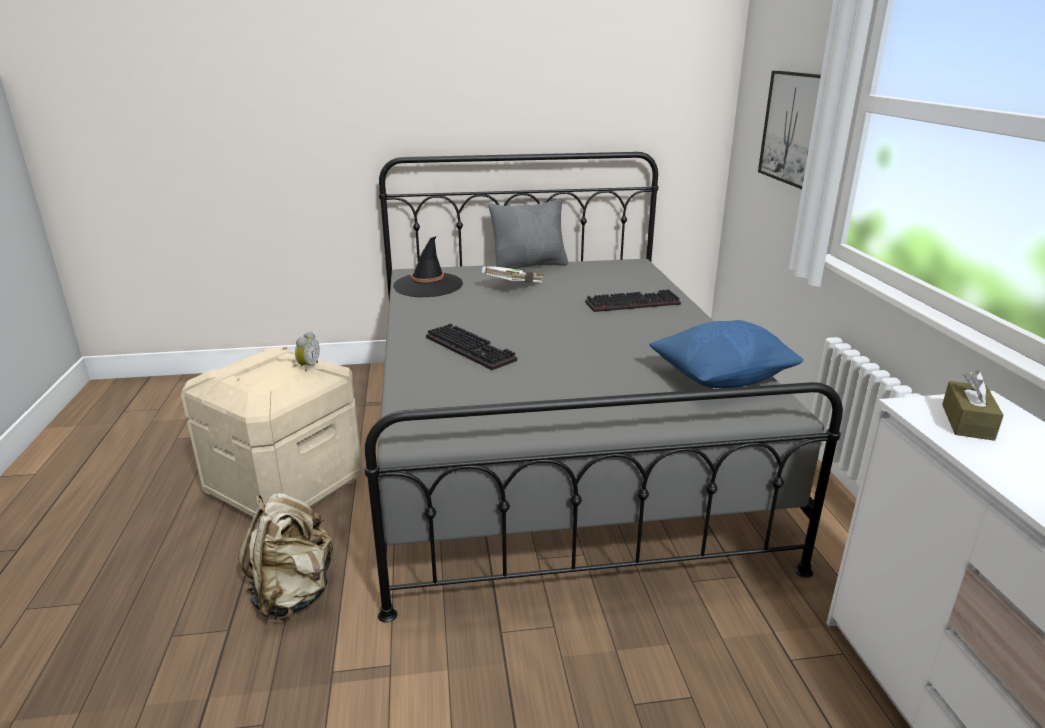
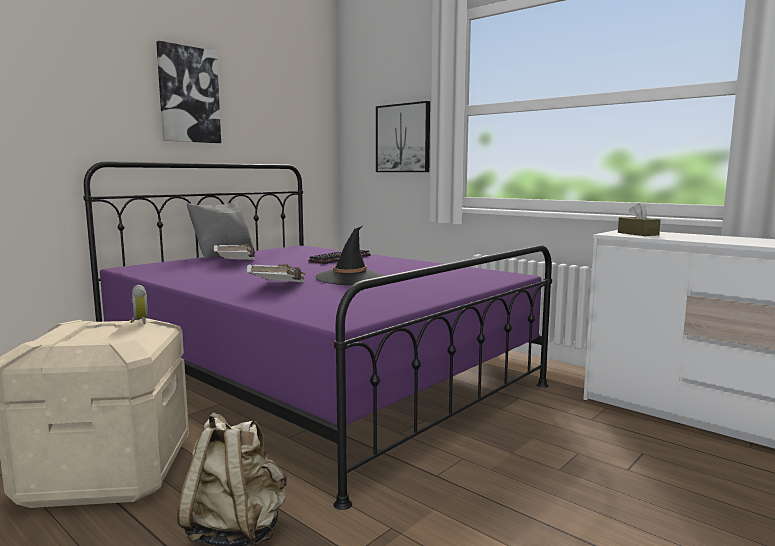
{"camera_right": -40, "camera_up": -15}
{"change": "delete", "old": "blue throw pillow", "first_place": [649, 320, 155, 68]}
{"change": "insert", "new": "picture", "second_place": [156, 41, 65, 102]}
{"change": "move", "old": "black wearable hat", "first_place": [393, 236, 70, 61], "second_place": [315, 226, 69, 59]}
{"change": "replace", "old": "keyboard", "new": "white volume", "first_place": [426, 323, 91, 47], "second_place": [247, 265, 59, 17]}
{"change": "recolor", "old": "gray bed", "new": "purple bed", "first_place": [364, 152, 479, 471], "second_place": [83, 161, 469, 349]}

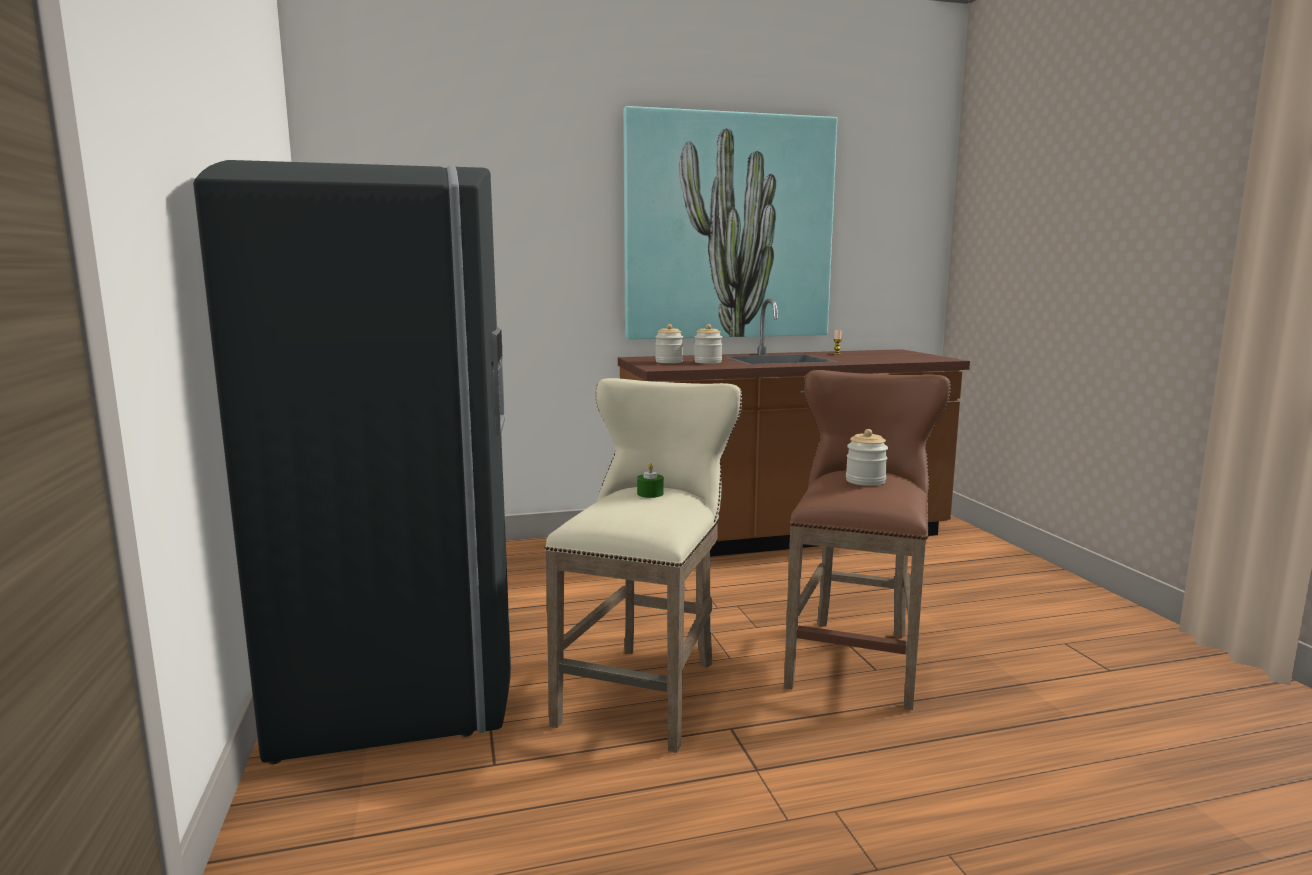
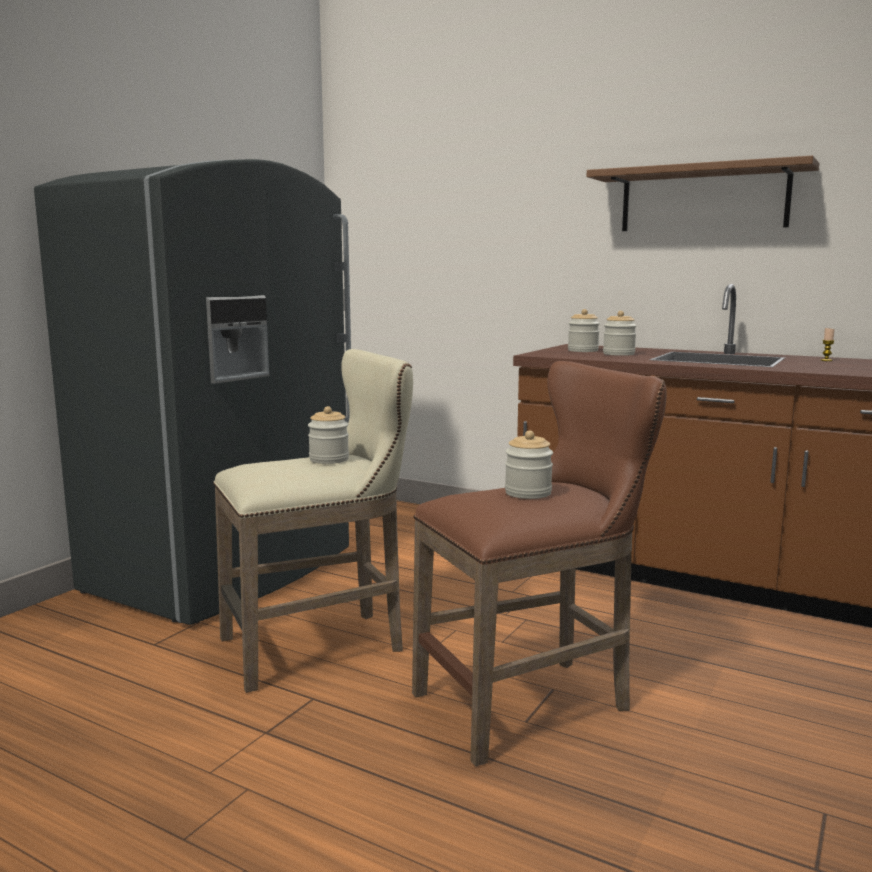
{"camera_right": 45, "camera_up": 0}
{"change": "replace", "old": "picture", "new": "brown bracket shelf", "first_place": [623, 106, 214, 233], "second_place": [586, 155, 233, 76]}
{"change": "replace", "old": "green wax light", "new": "preserve jar", "first_place": [637, 463, 27, 35], "second_place": [308, 406, 41, 58]}

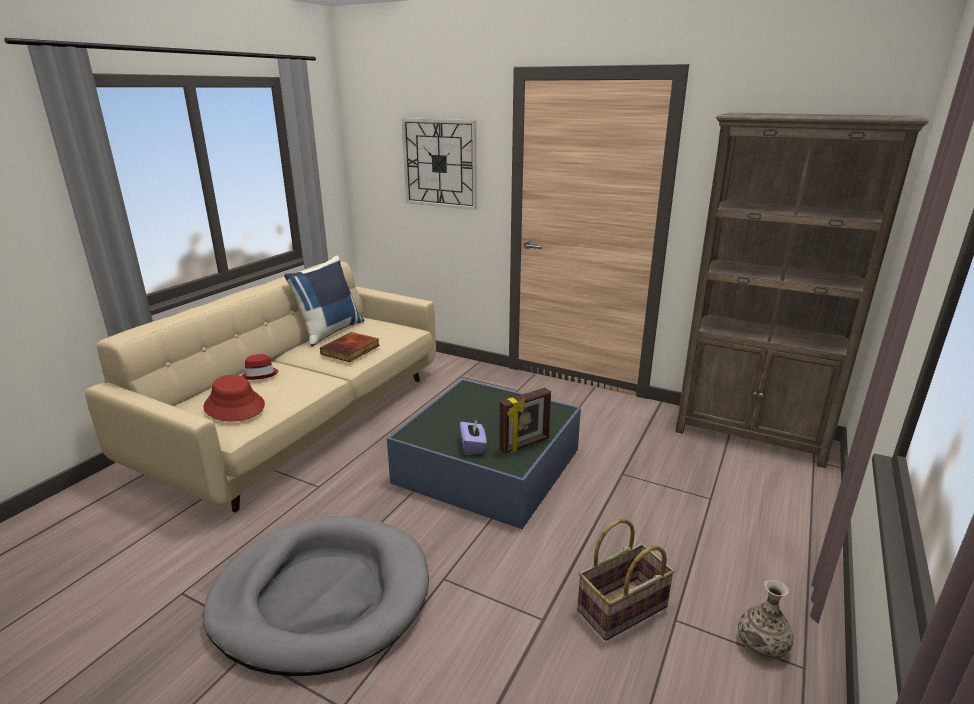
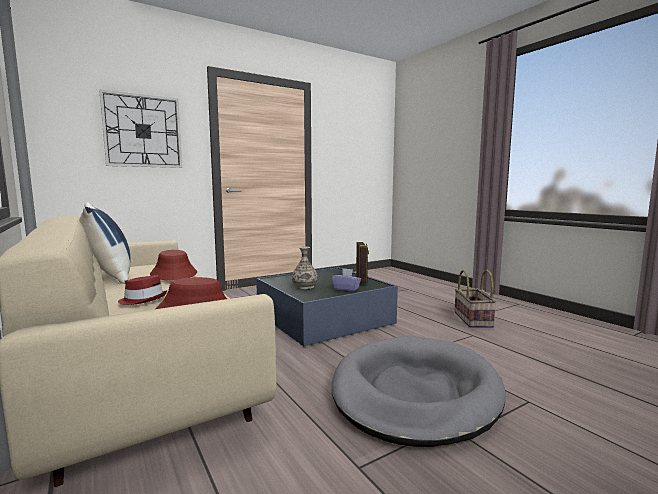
{"camera_right": -60, "camera_up": -15}
{"change": "delete", "old": "brown bookcase", "first_place": [675, 113, 254, 355]}
{"change": "move", "old": "vase", "first_place": [738, 580, 55, 80], "second_place": [292, 247, 26, 42]}
{"change": "replace", "old": "volume", "new": "red-coloured wearable hat", "first_place": [320, 332, 60, 30], "second_place": [150, 250, 47, 30]}

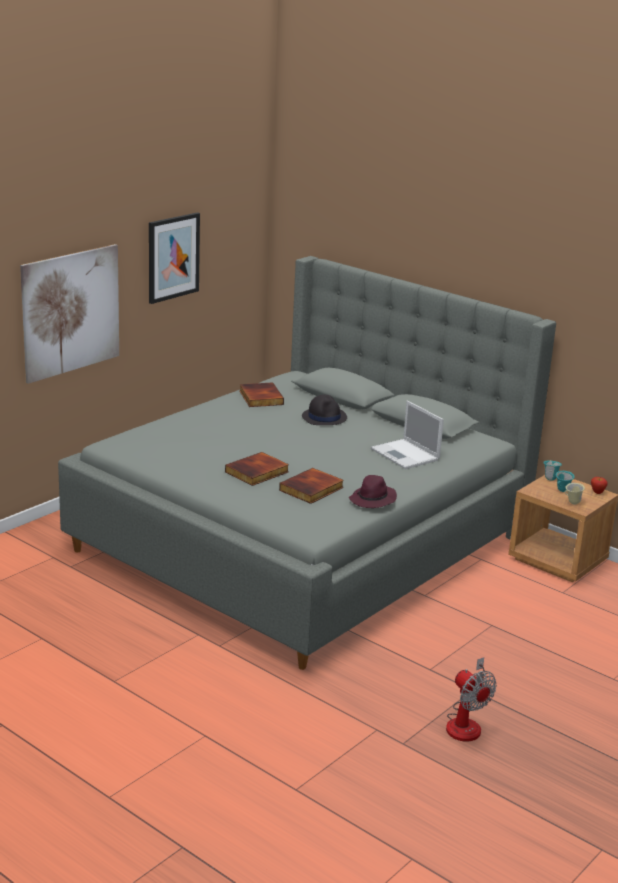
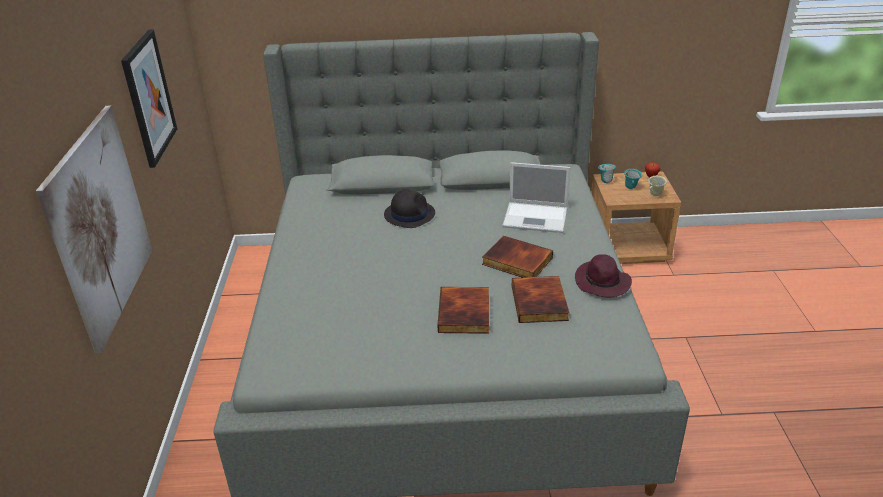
{"camera_right": -40, "camera_up": 10}
{"change": "delete", "old": "electric fan", "first_place": [446, 657, 51, 85]}
{"change": "move", "old": "volume", "first_place": [240, 383, 44, 24], "second_place": [482, 236, 71, 42]}

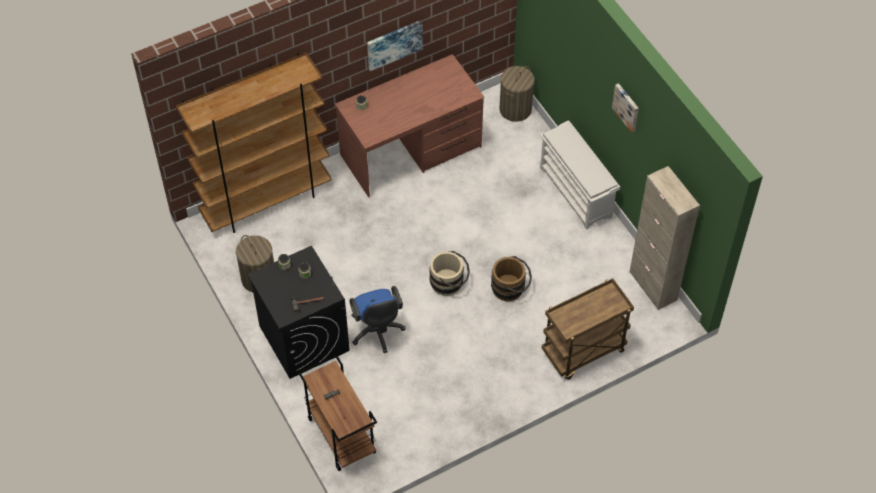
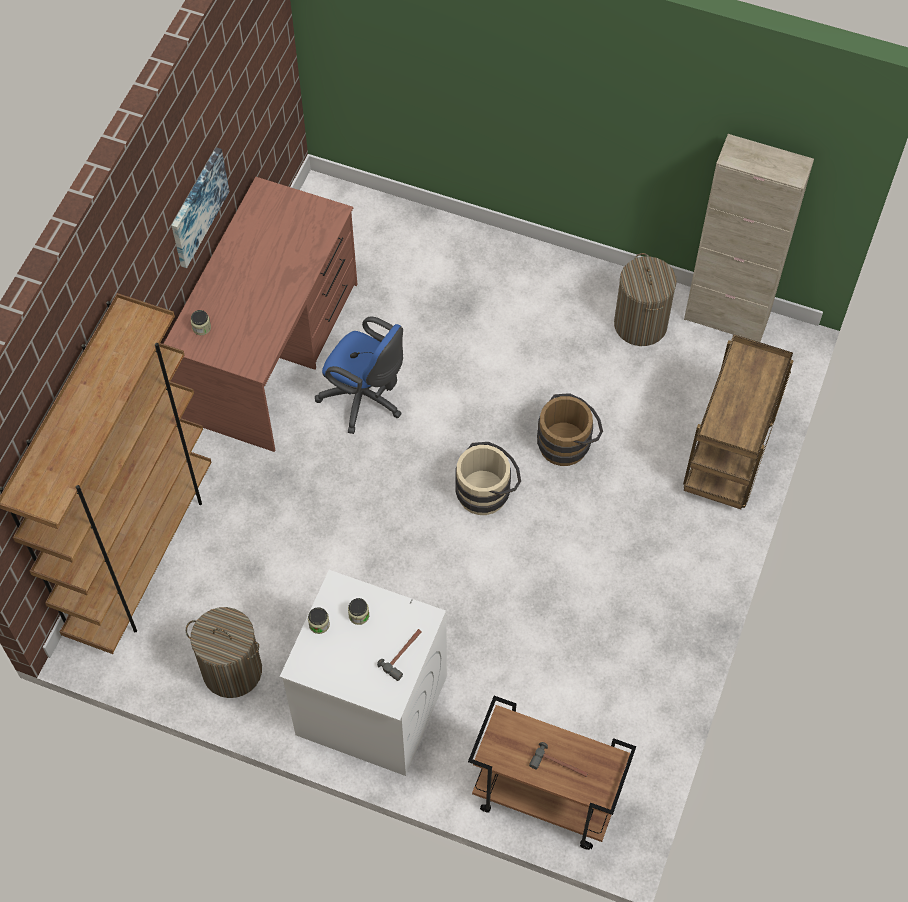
{"camera_right": -40, "camera_up": 5}
{"change": "delete", "old": "white shoe rack", "first_place": [540, 120, 80, 110]}
{"change": "delete", "old": "picture", "first_place": [612, 83, 27, 50]}
{"change": "move", "old": "blue desk chair", "first_place": [349, 286, 56, 67], "second_place": [315, 317, 88, 117]}
{"change": "move", "old": "hamper", "first_place": [499, 66, 35, 56], "second_place": [614, 253, 63, 93]}
{"change": "recolor", "old": "black laundry machine", "new": "white laundry machine", "first_place": [248, 246, 102, 133], "second_place": [280, 570, 167, 206]}

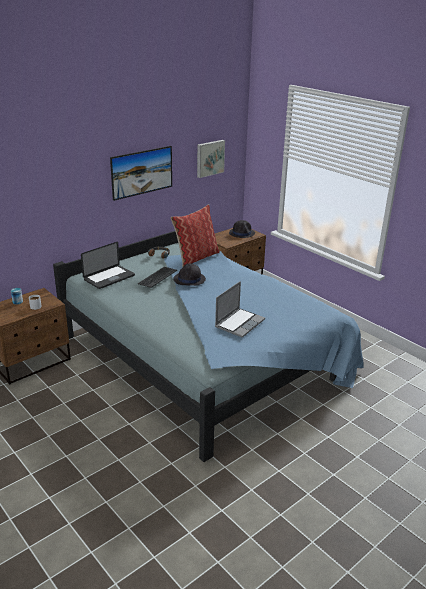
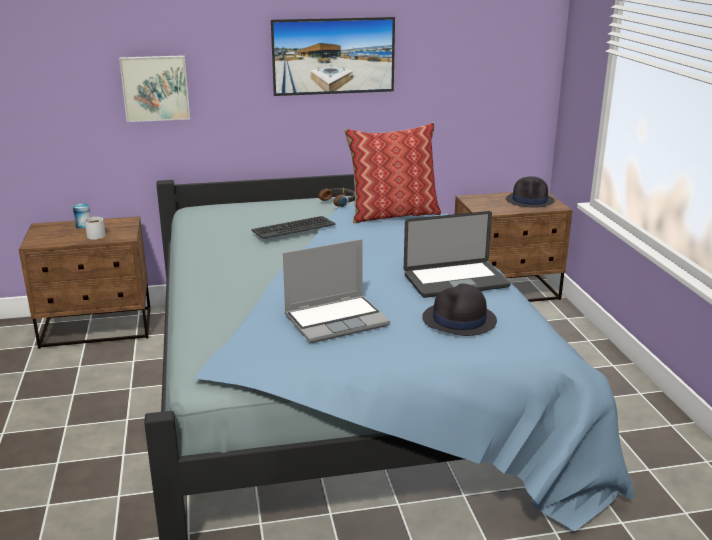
{"camera_right": 30, "camera_up": -5}
{"change": "move", "old": "laptop", "first_place": [81, 242, 54, 47], "second_place": [404, 211, 107, 87]}
{"change": "move", "old": "black wearable hat", "first_place": [173, 263, 33, 23], "second_place": [422, 283, 75, 53]}
{"change": "move", "old": "picture", "first_place": [197, 140, 28, 38], "second_place": [119, 55, 71, 67]}

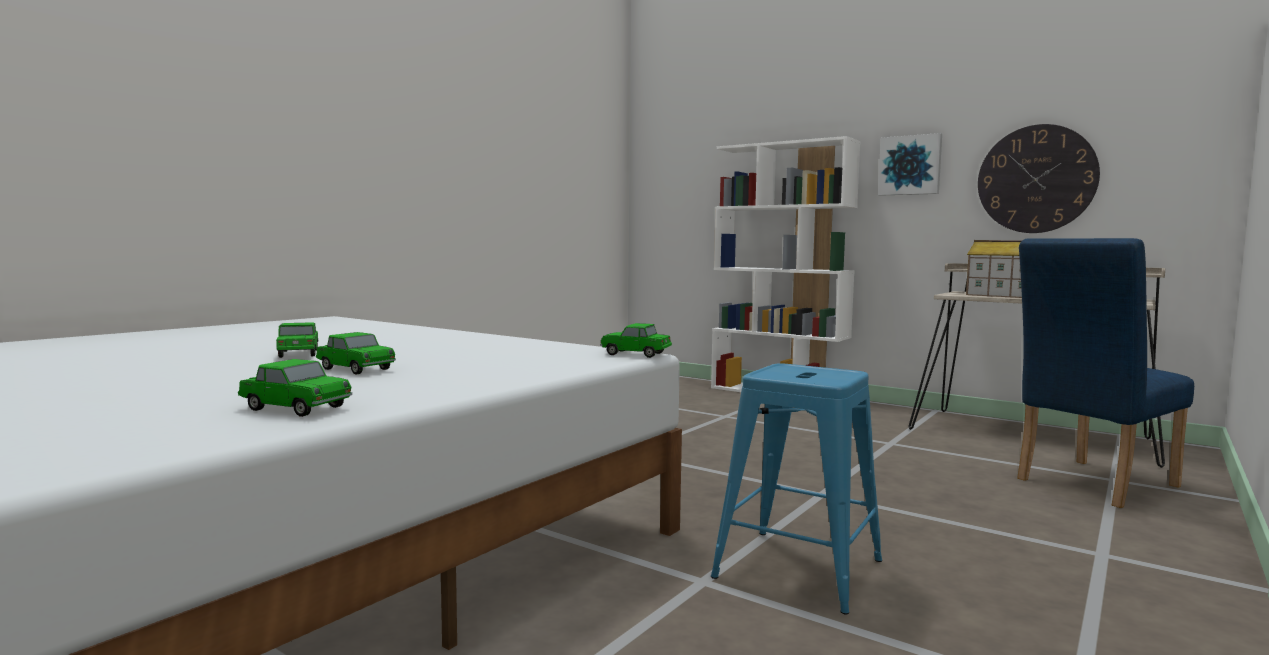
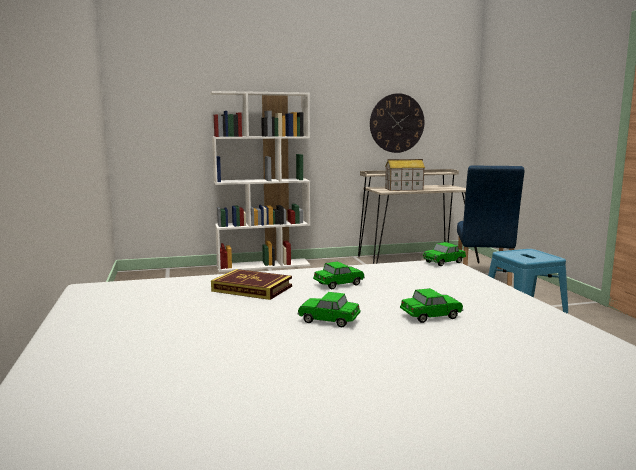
{"camera_right": -50, "camera_up": 5}
{"change": "delete", "old": "picture", "first_place": [878, 133, 64, 63]}
{"change": "insert", "new": "volume", "second_place": [211, 269, 81, 31]}
{"change": "move", "old": "model car", "first_place": [238, 359, 114, 58], "second_place": [313, 261, 52, 28]}

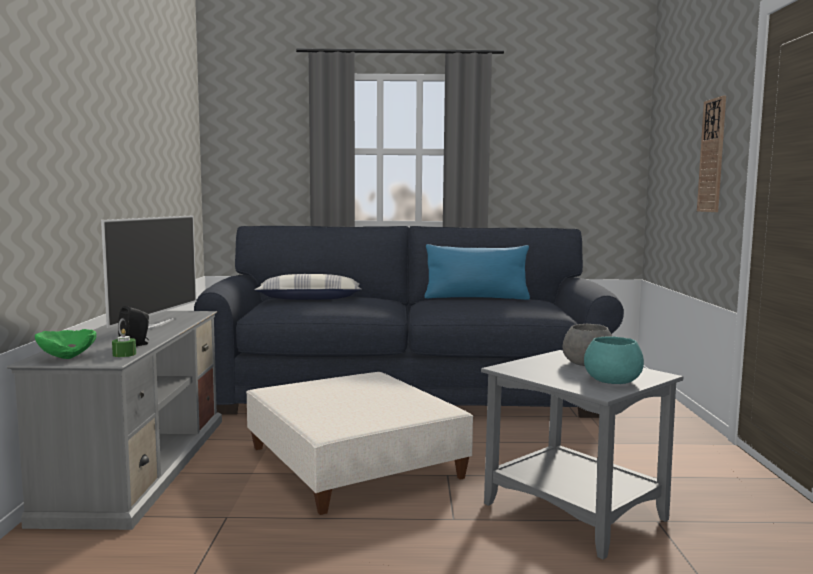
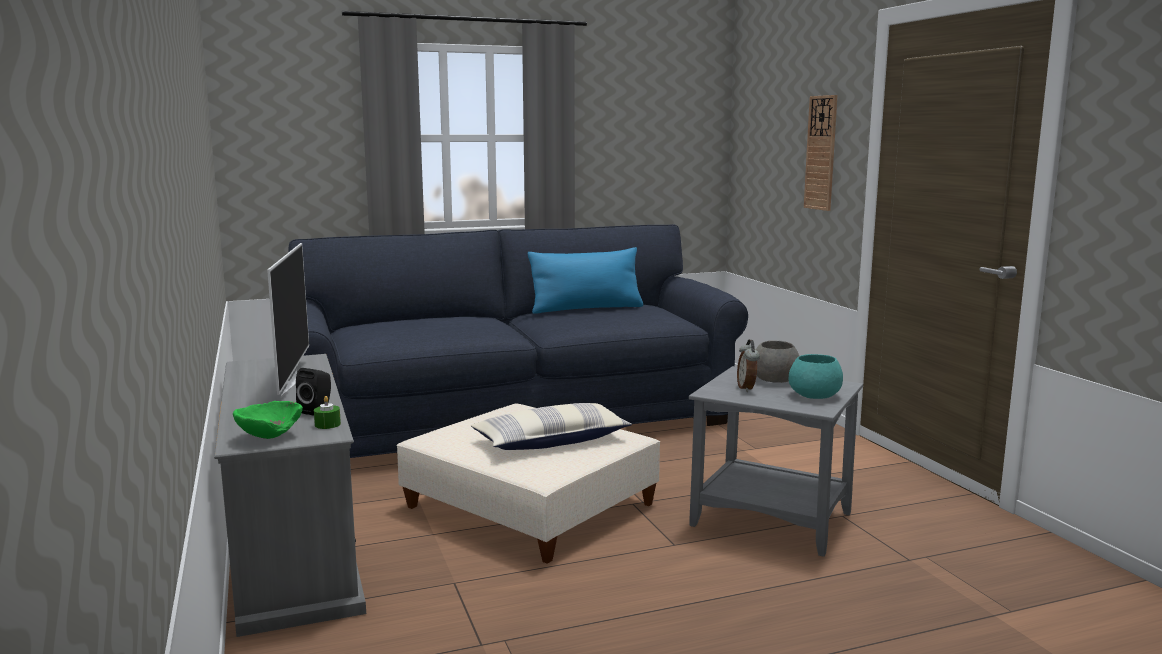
{"camera_right": -20, "camera_up": 5}
{"change": "insert", "new": "alarm clock", "second_place": [737, 340, 23, 52]}
{"change": "move", "old": "throw pillow", "first_place": [254, 274, 108, 26], "second_place": [471, 403, 161, 47]}

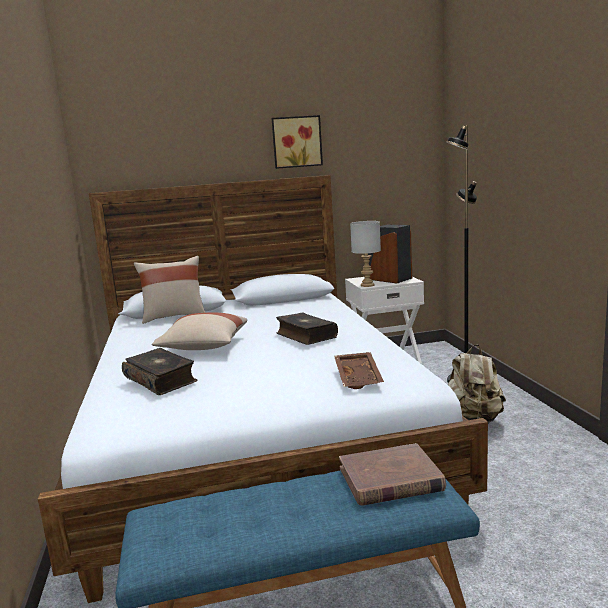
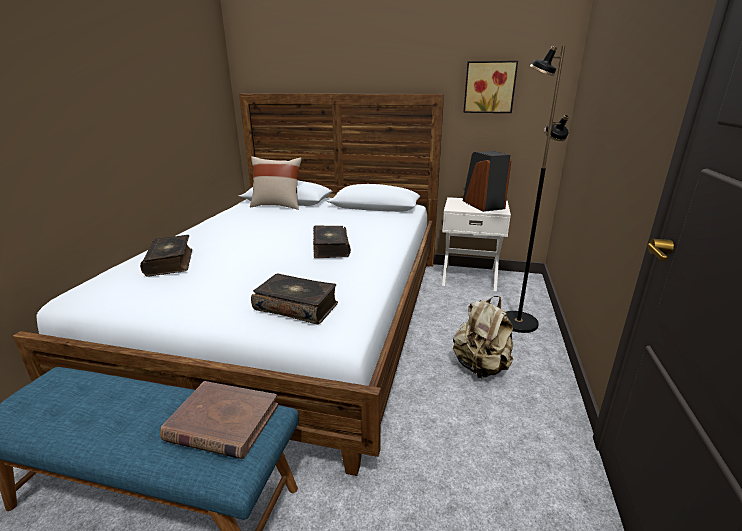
{"camera_right": 25, "camera_up": 10}
{"change": "delete", "old": "beige throw pillow", "first_place": [152, 312, 95, 38]}
{"change": "delete", "old": "gray table lamp", "first_place": [350, 221, 31, 66]}
{"change": "move", "old": "picture", "first_place": [271, 115, 52, 54], "second_place": [463, 61, 55, 52]}
{"change": "replace", "old": "brown carrying tray", "new": "volume", "first_place": [334, 352, 50, 37], "second_place": [251, 273, 87, 52]}

